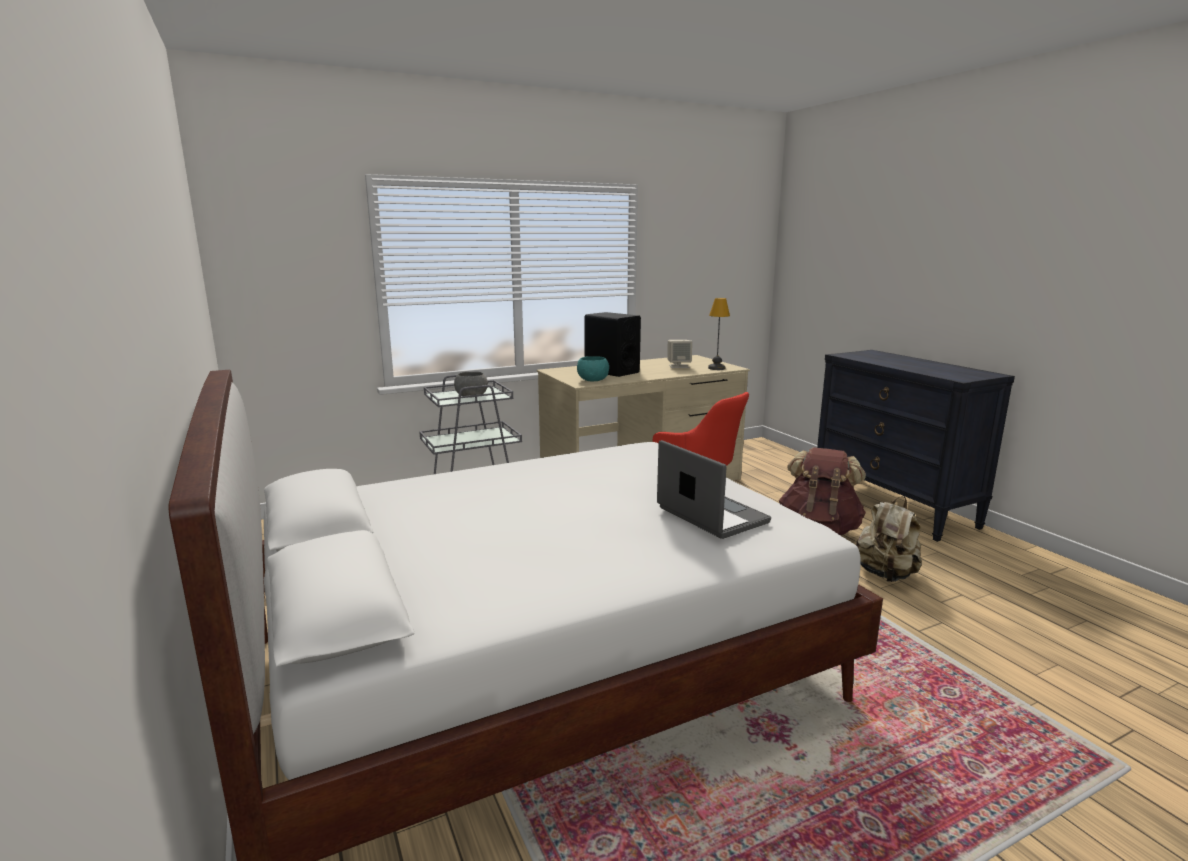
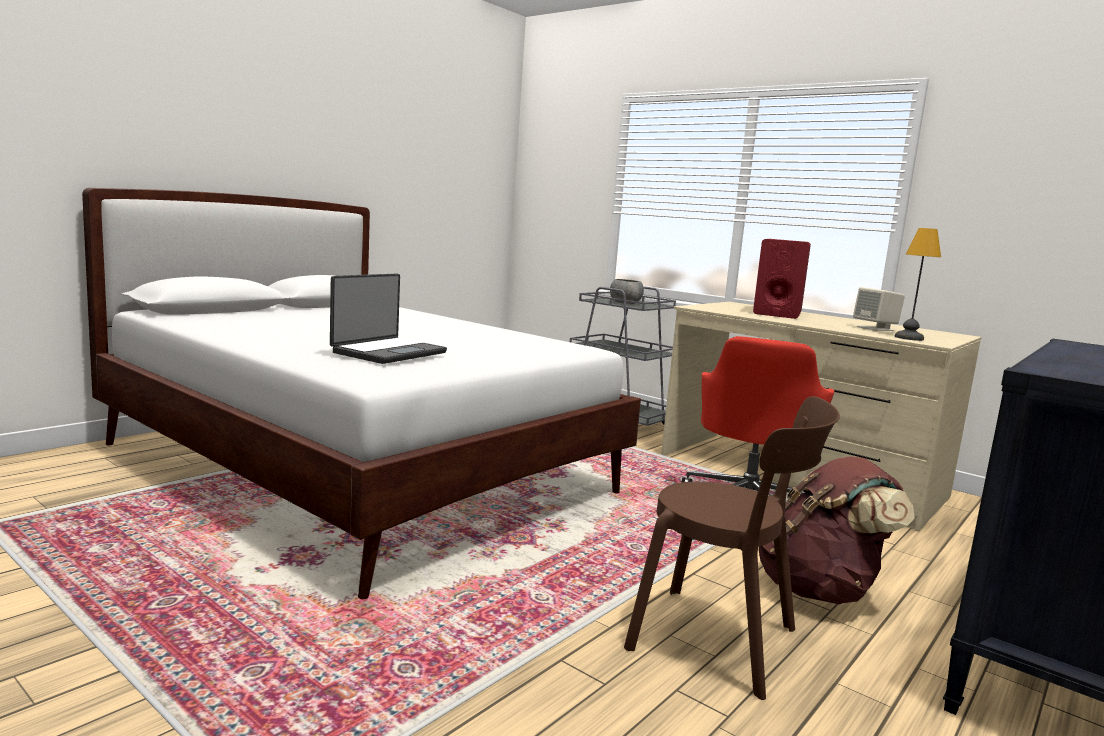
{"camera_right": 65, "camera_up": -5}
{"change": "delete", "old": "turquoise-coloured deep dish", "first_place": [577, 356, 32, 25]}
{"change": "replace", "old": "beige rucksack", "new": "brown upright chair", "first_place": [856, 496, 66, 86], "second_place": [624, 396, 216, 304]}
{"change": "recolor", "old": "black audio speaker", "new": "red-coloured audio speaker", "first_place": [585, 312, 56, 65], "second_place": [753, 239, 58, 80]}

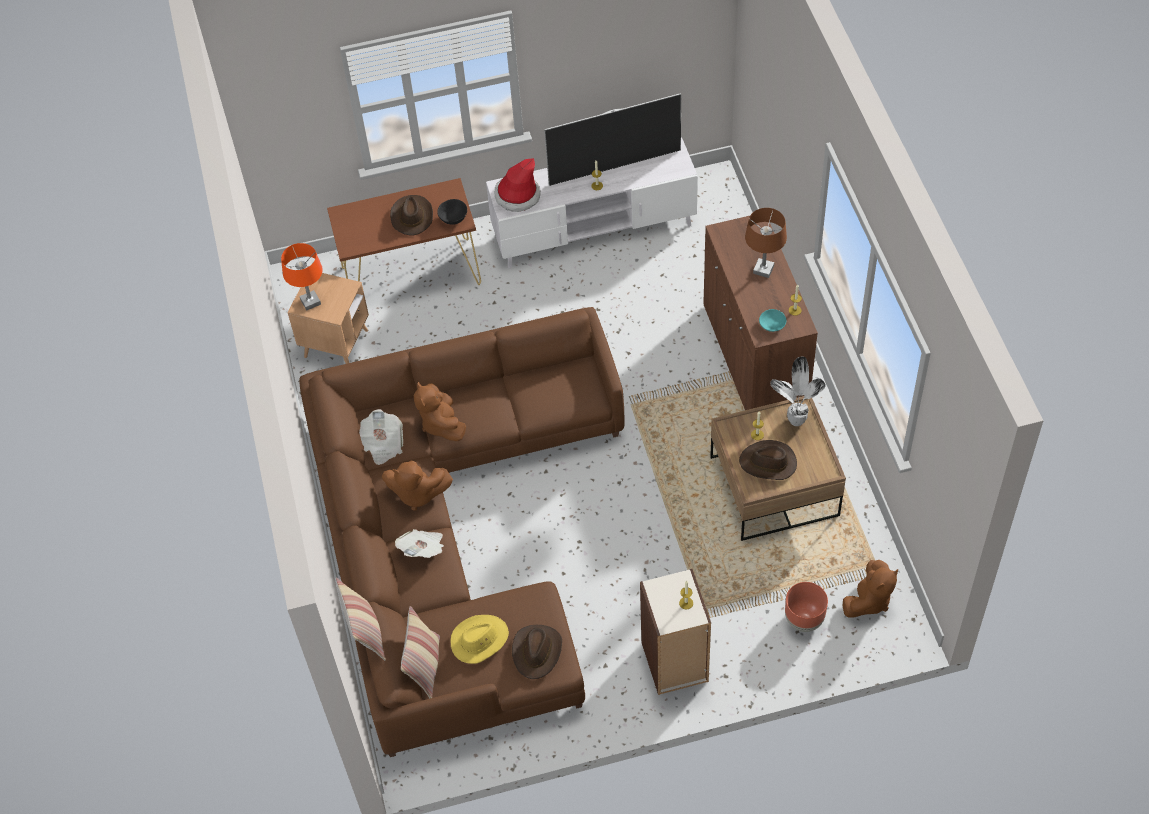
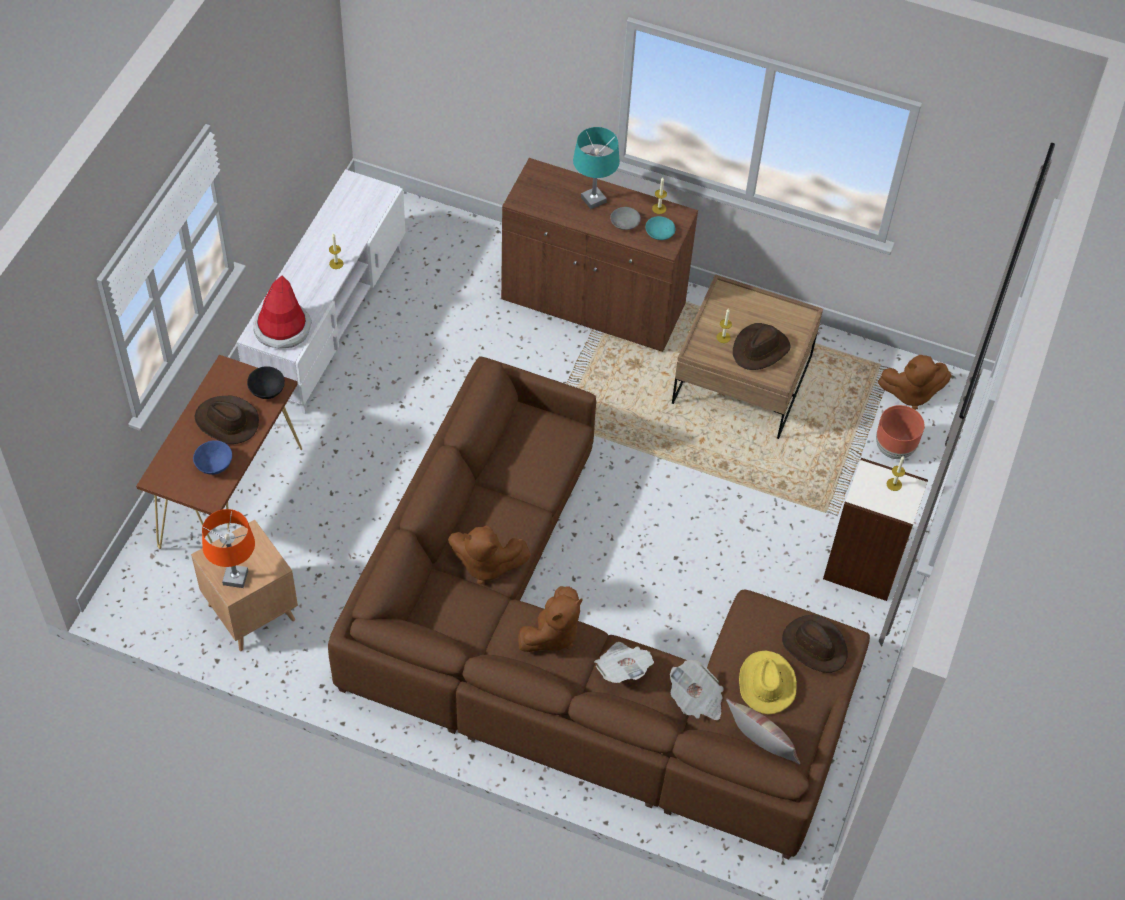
{"camera_right": -60, "camera_up": 0}
{"change": "delete", "old": "throw pillow", "first_place": [336, 578, 50, 83]}
{"change": "delete", "old": "television", "first_place": [544, 93, 137, 93]}
{"change": "delete", "old": "houseplant", "first_place": [771, 357, 55, 69]}
{"change": "insert", "new": "blue deep dish", "second_place": [193, 440, 39, 35]}
{"change": "insert", "new": "gray deep dish", "second_place": [610, 207, 31, 23]}
{"change": "move", "old": "printed paper", "first_place": [359, 409, 44, 56], "second_place": [670, 660, 54, 60]}
{"change": "recolor", "old": "brown table lamp", "new": "turquoise-coloured table lamp", "first_place": [745, 208, 42, 70], "second_place": [573, 127, 47, 82]}
{"change": "rotate", "old": "brown cuddly toy", "first_place": [843, 560, 55, 58], "second_place": [878, 355, 73, 55], "degrees": 105}

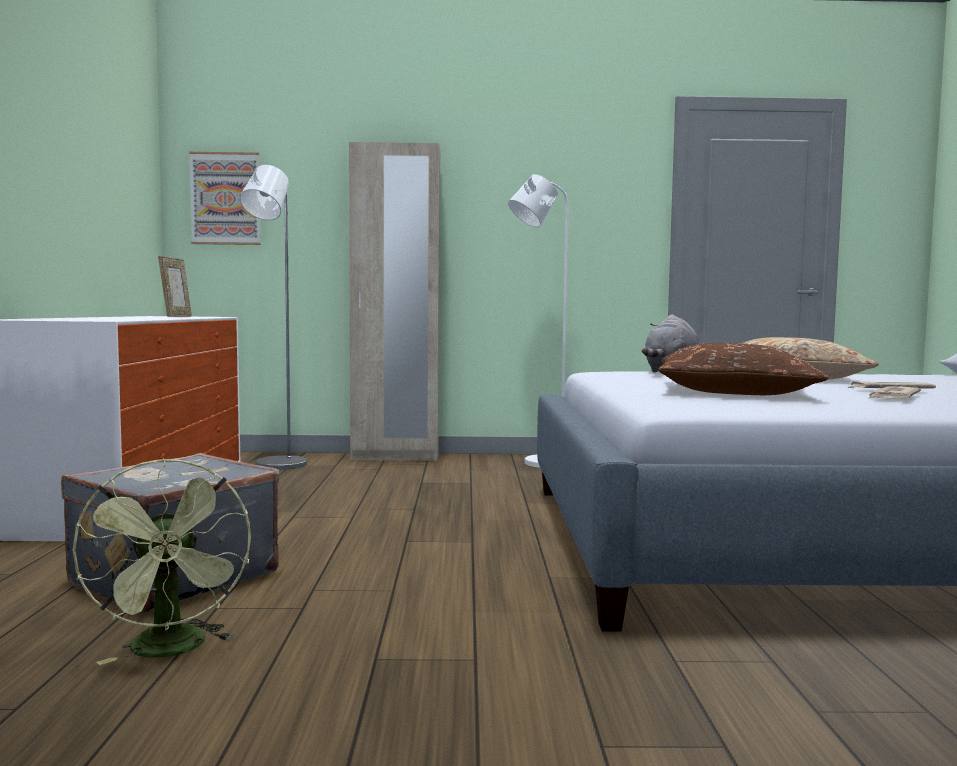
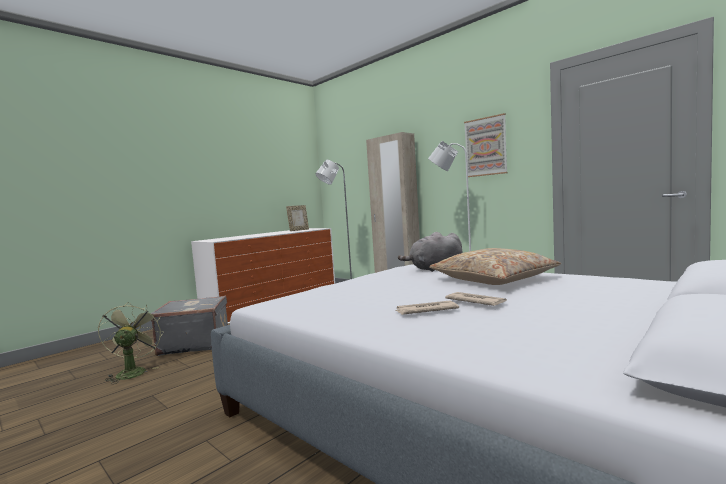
{"camera_right": 45, "camera_up": 0}
{"change": "delete", "old": "brown throw pillow", "first_place": [659, 343, 169, 52]}
{"change": "move", "old": "picture", "first_place": [189, 152, 72, 93], "second_place": [464, 113, 44, 64]}
{"change": "rotate", "old": "green electric fan", "first_place": [72, 458, 179, 207], "second_place": [98, 302, 66, 82], "degrees": 150}

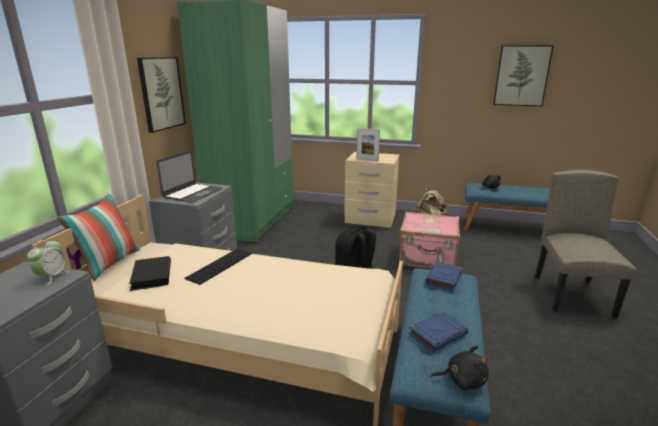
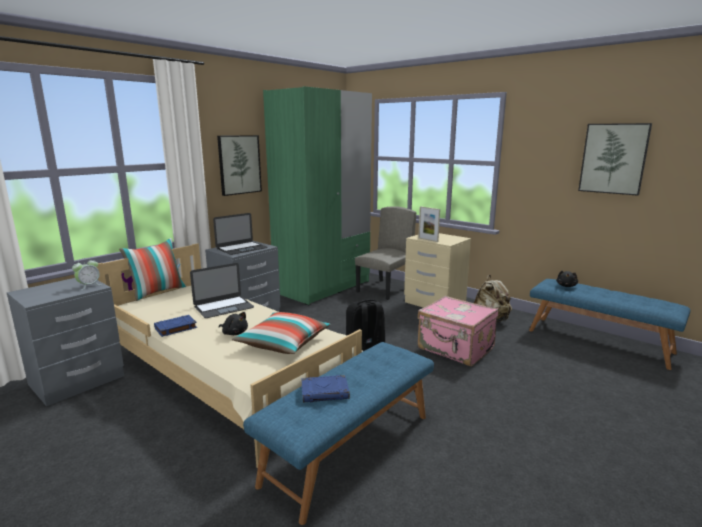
{"camera_right": 25, "camera_up": -5}
{"change": "delete", "old": "black volume", "first_place": [129, 256, 42, 35]}
{"change": "insert", "new": "throw pillow", "second_place": [232, 312, 98, 42]}
{"change": "move", "old": "blue volume", "first_place": [425, 262, 37, 29], "second_place": [154, 315, 43, 22]}
{"change": "move", "old": "black cuddly toy", "first_place": [431, 346, 58, 45], "second_place": [219, 312, 29, 23]}
{"change": "move", "old": "beige upright chair", "first_place": [535, 170, 101, 148], "second_place": [355, 206, 61, 94]}
{"change": "replace", "old": "keyboard", "new": "laptop", "first_place": [184, 249, 68, 36], "second_place": [190, 263, 64, 55]}

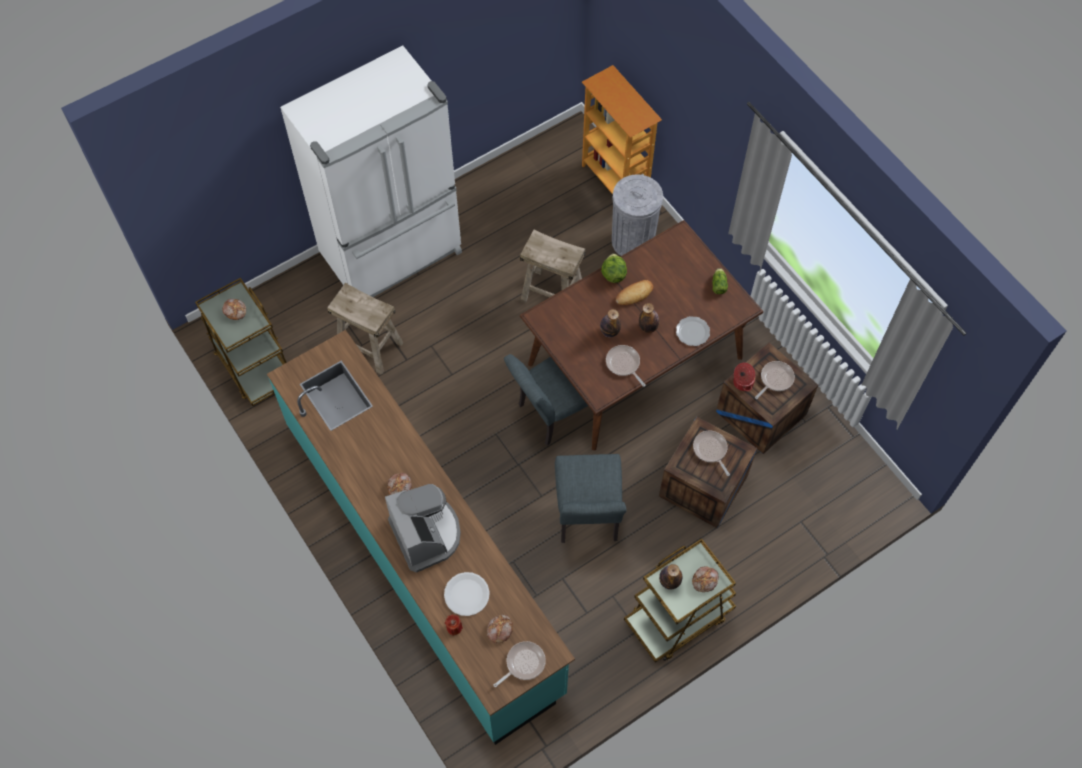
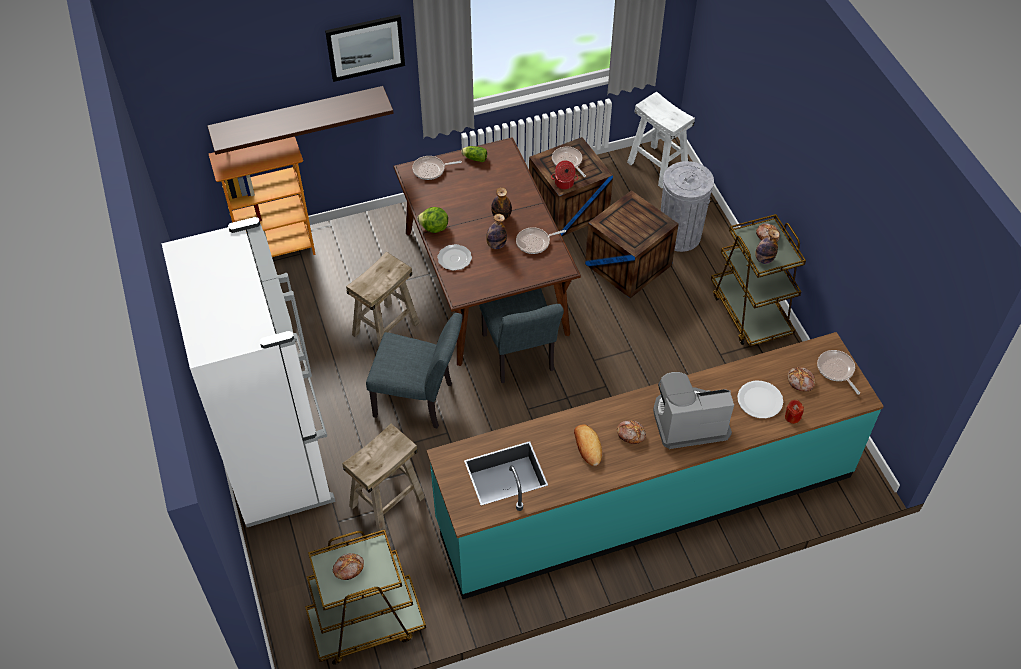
{"camera_right": -75, "camera_up": -10}
{"change": "insert", "new": "bracket shelf", "second_place": [207, 86, 187, 69]}
{"change": "insert", "new": "picture", "second_place": [325, 14, 80, 68]}
{"change": "insert", "new": "white stool seat", "second_place": [627, 91, 68, 97]}
{"change": "move", "old": "gray upright chair", "first_place": [555, 454, 72, 89], "second_place": [366, 313, 97, 116]}
{"change": "move", "old": "gray trash can", "first_place": [612, 175, 51, 81], "second_place": [661, 161, 53, 91]}
{"change": "move", "old": "bread", "first_place": [616, 280, 37, 25], "second_place": [574, 424, 28, 42]}
{"change": "move", "old": "flat dish", "first_place": [676, 316, 34, 30], "second_place": [437, 244, 35, 27]}
{"change": "move", "old": "skillet", "first_place": [693, 431, 37, 45], "second_place": [412, 156, 50, 24]}

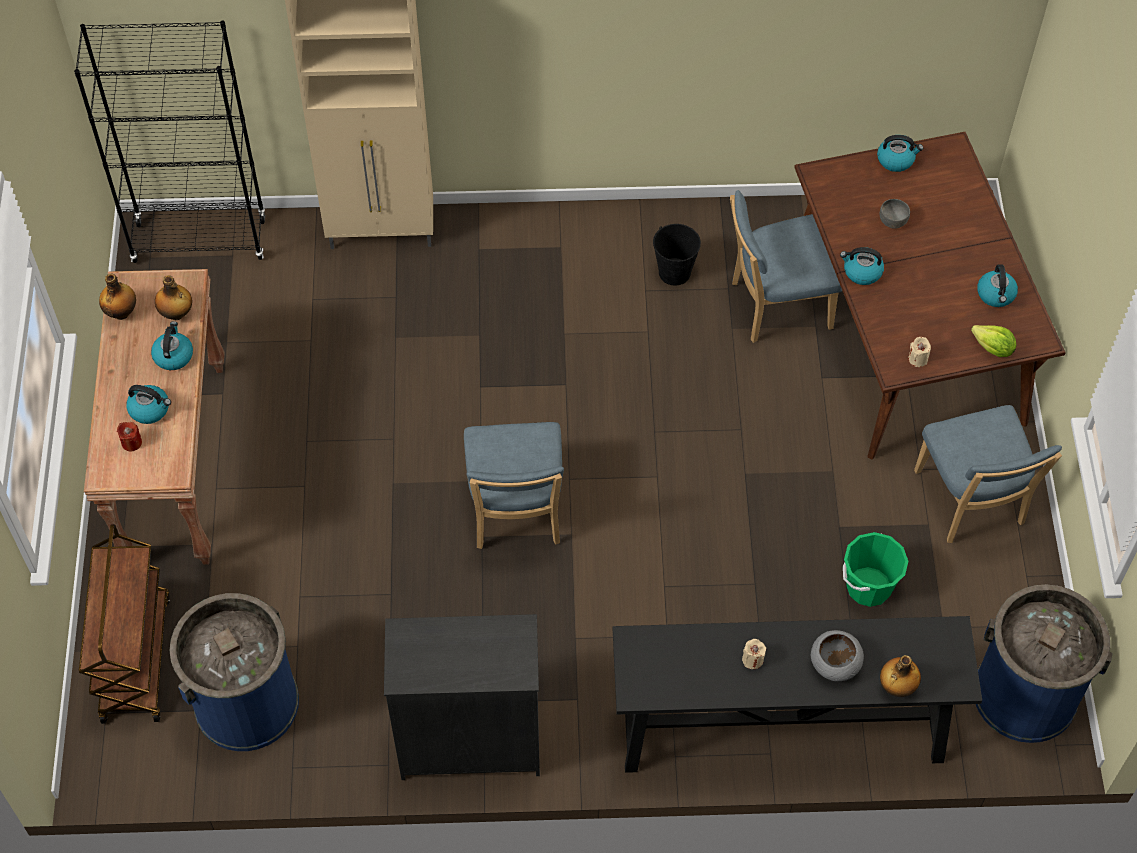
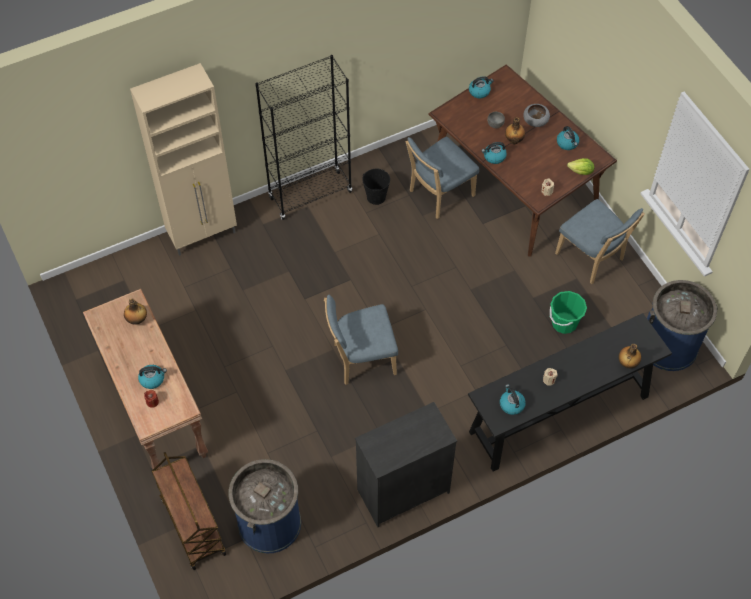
{"camera_right": -25, "camera_up": 0}
{"change": "move", "old": "black bookcase", "first_place": [74, 20, 192, 243], "second_place": [255, 55, 97, 165]}
{"change": "move", "old": "beverage bottle", "first_place": [99, 273, 37, 47], "second_place": [505, 117, 20, 28]}
{"change": "move", "old": "water kettle", "first_place": [151, 321, 42, 49], "second_place": [500, 384, 26, 31]}
{"change": "move", "old": "gray deep dish", "first_place": [811, 630, 53, 51], "second_place": [523, 104, 27, 23]}
{"change": "rotate", "old": "blue upright chair", "first_place": [464, 422, 100, 127], "second_place": [324, 295, 74, 90], "degrees": 105}

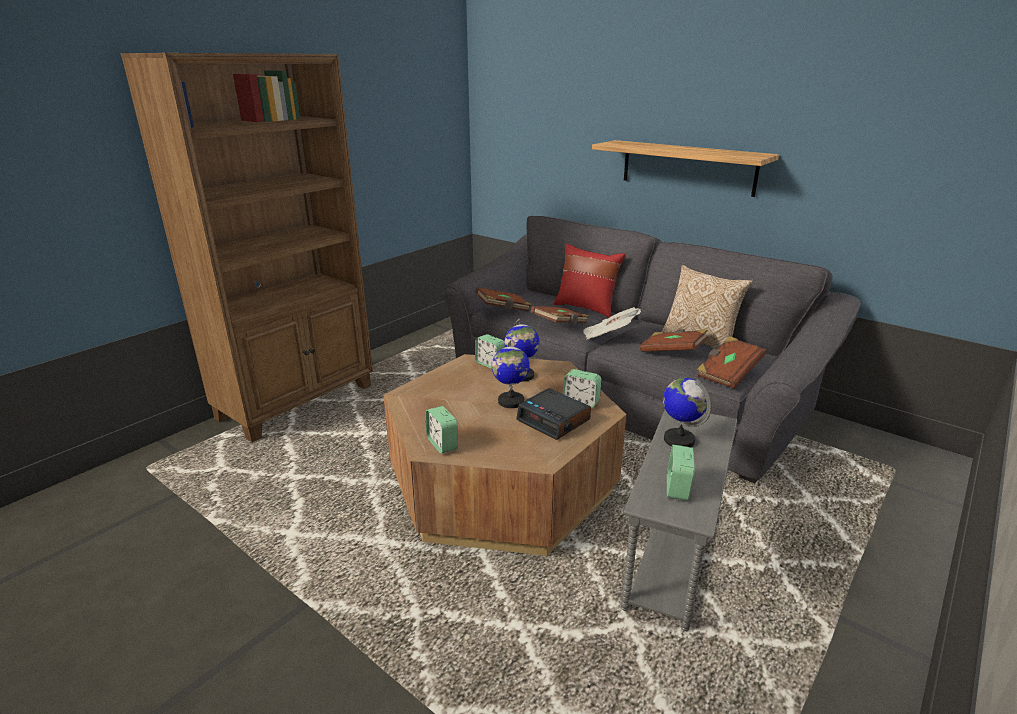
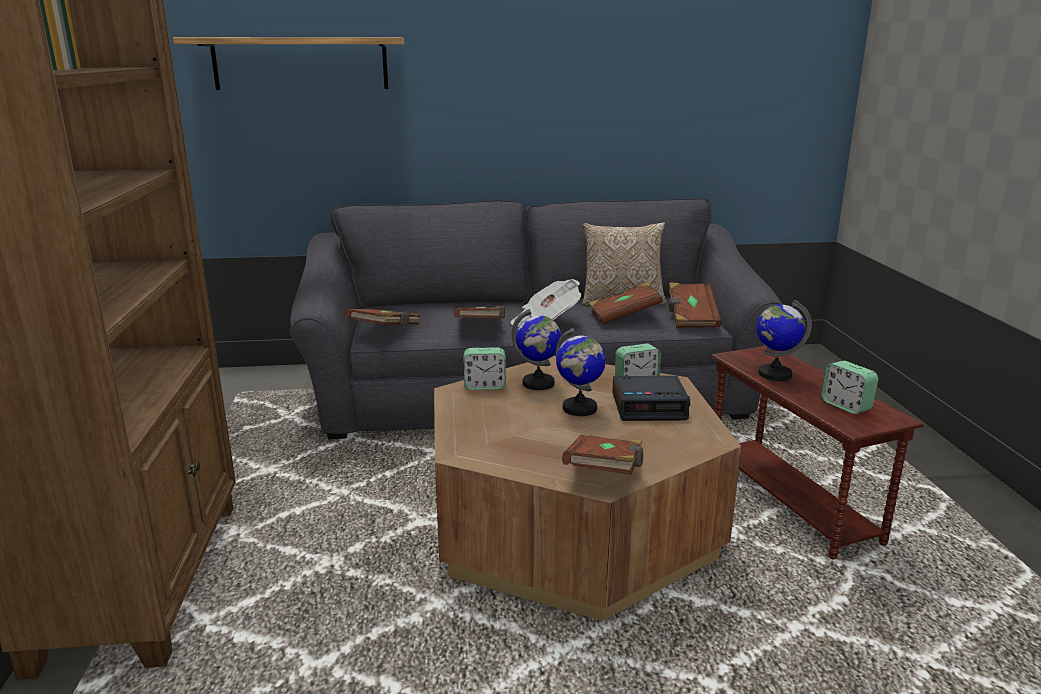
{"camera_right": -45, "camera_up": -5}
{"change": "delete", "old": "red-coloured throw pillow", "first_place": [554, 243, 72, 75]}
{"change": "move", "old": "bracket shelf", "first_place": [592, 140, 187, 57], "second_place": [173, 37, 231, 53]}
{"change": "replace", "old": "alarm clock", "new": "brown volume", "first_place": [426, 406, 32, 47], "second_place": [562, 435, 81, 40]}
{"change": "recolor", "old": "gray accent table", "new": "brown accent table", "first_place": [621, 410, 117, 221], "second_place": [710, 346, 214, 214]}

